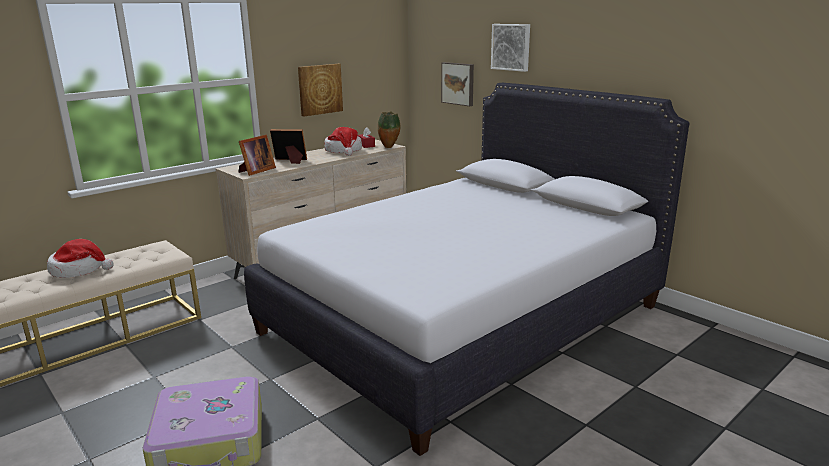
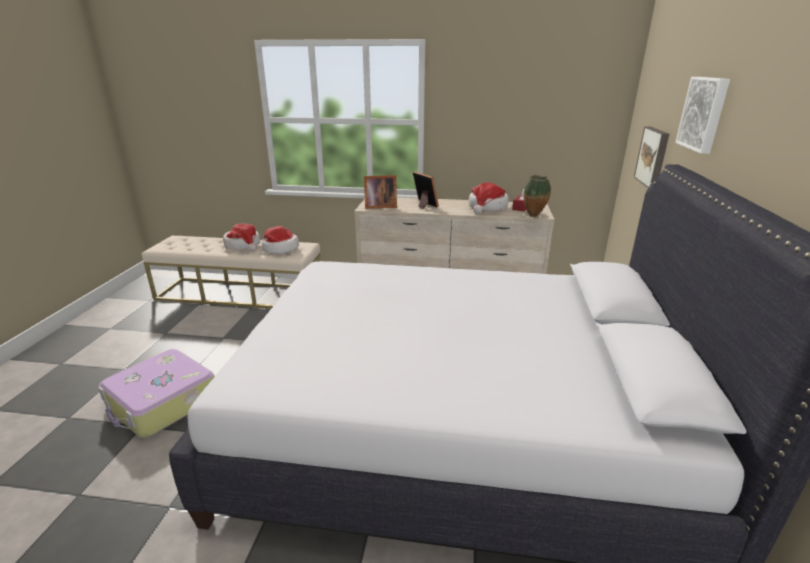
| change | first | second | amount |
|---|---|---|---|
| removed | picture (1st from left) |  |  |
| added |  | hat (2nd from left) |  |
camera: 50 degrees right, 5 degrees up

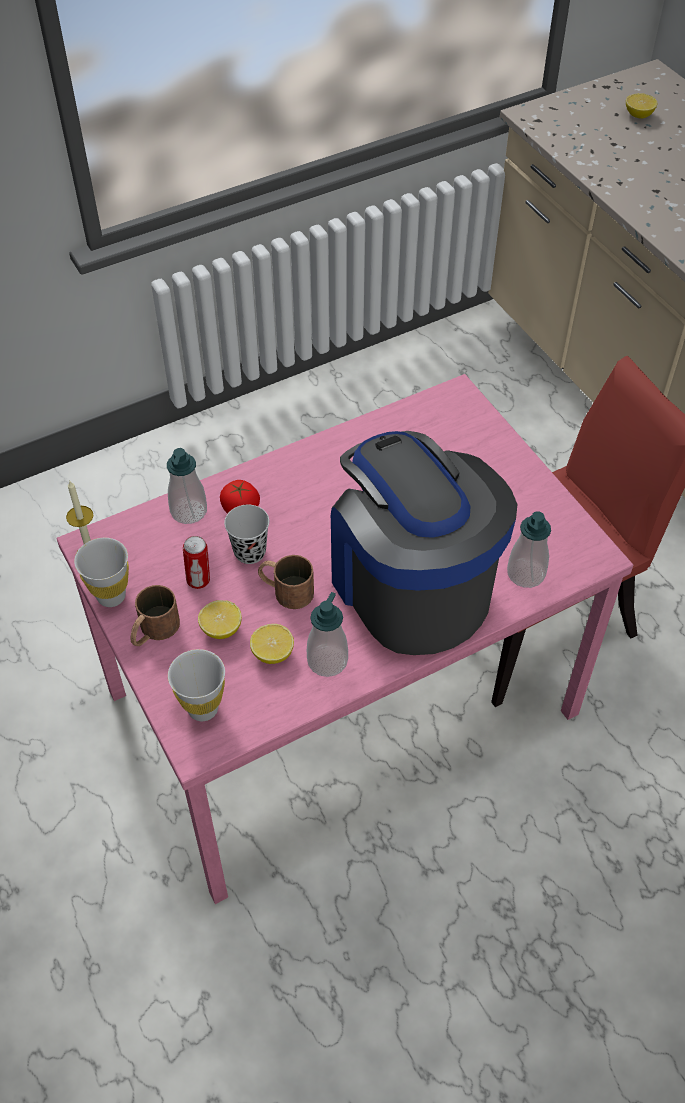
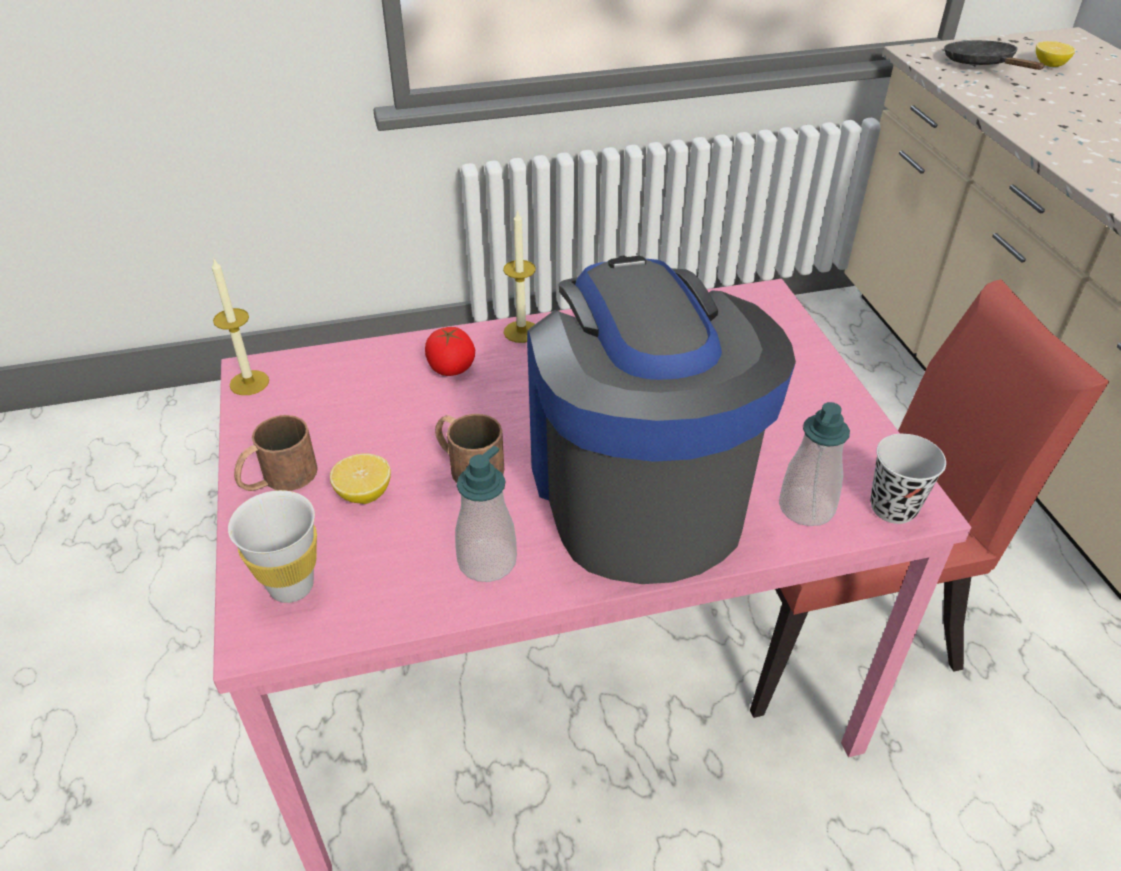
| change | first | second | amount |
|---|---|---|---|
| removed | cup (white) (1st from left) |  |  |
| removed | soap dispenser (1st from left) |  |  |
| removed | can |  |  |
| removed | lemon (2nd from left) |  |  |
| added |  | candle (2nd from left) |  |
| added |  | frying pan (black) |  |
| moved | cup (black) |  |  |
camera: 15 degrees right, 10 degrees down

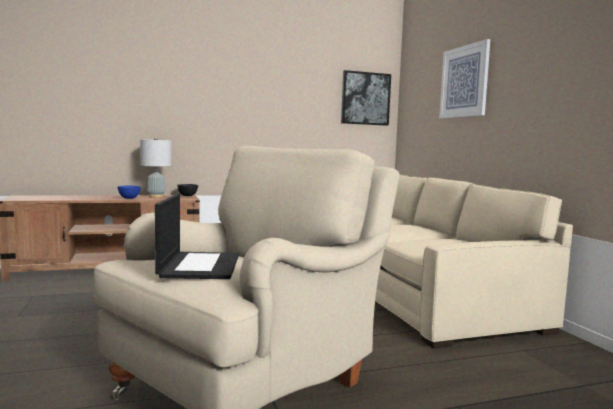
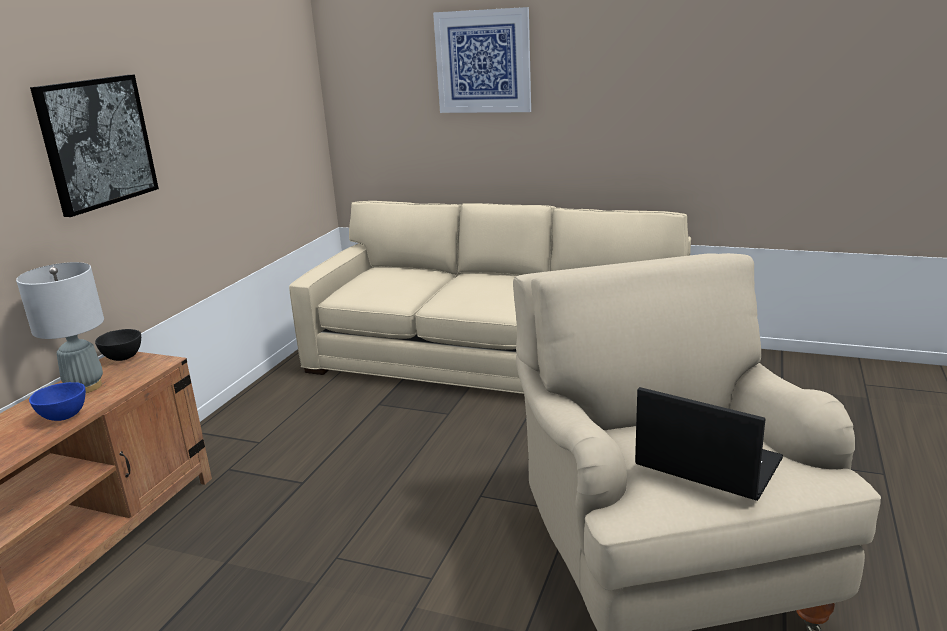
| change | first | second | amount |
|---|---|---|---|
| moved | picture (1st from left) |  |  |
camera: 50 degrees left, 15 degrees up

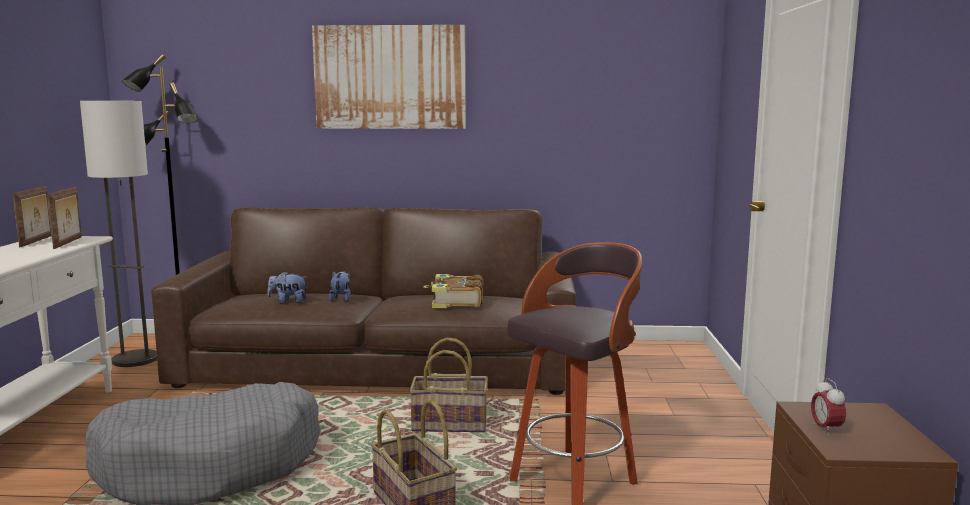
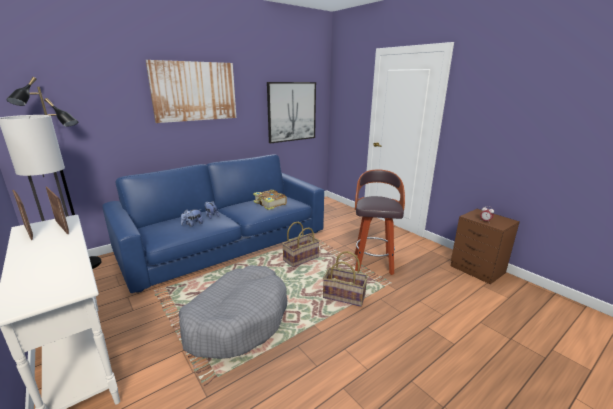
| change | first | second | amount |
|---|---|---|---|
| added |  | picture (2nd from left) |  |
| recoloured | sofa (brown) | sofa (blue) |  |
camera: 40 degrees left, 10 degrees up

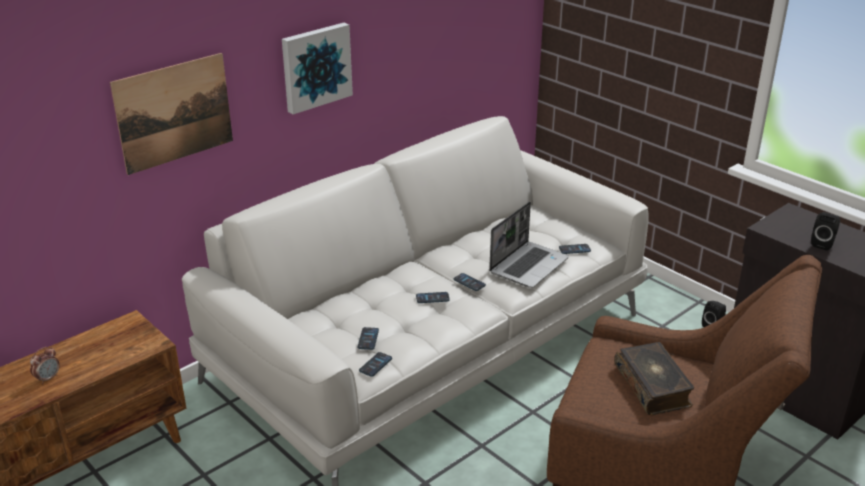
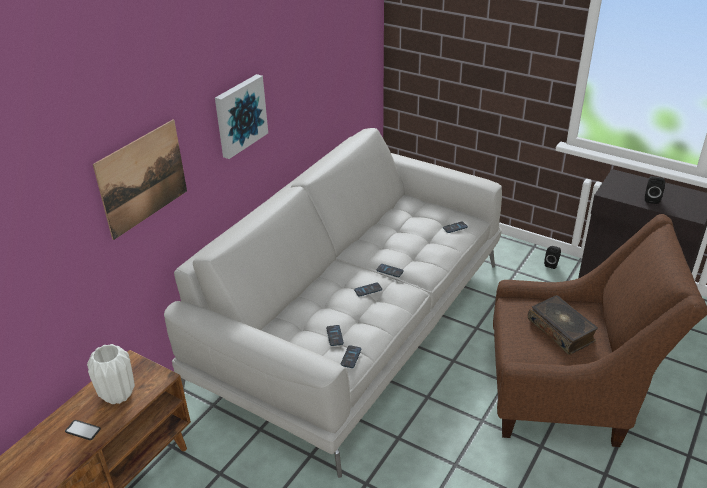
| change | first | second | amount |
|---|---|---|---|
| removed | laptop |  |  |
| added |  | vase (white) |  |
| replaced | alarm clock | phone (1st from left) |  |
camera: 15 degrees left, 5 degrees up

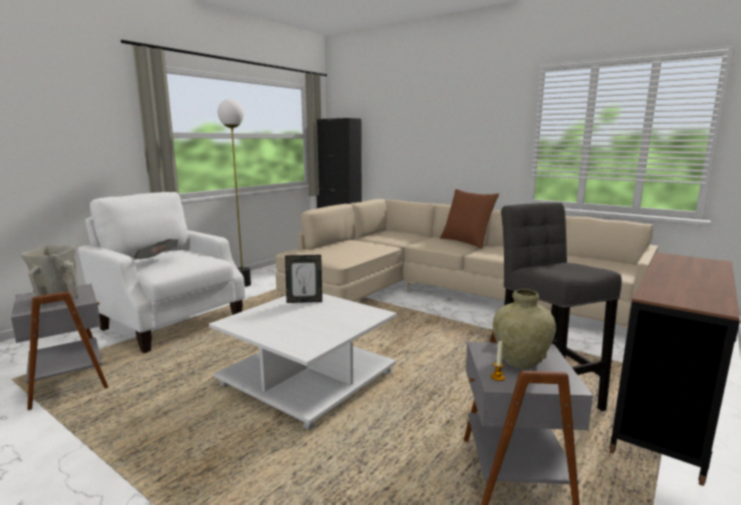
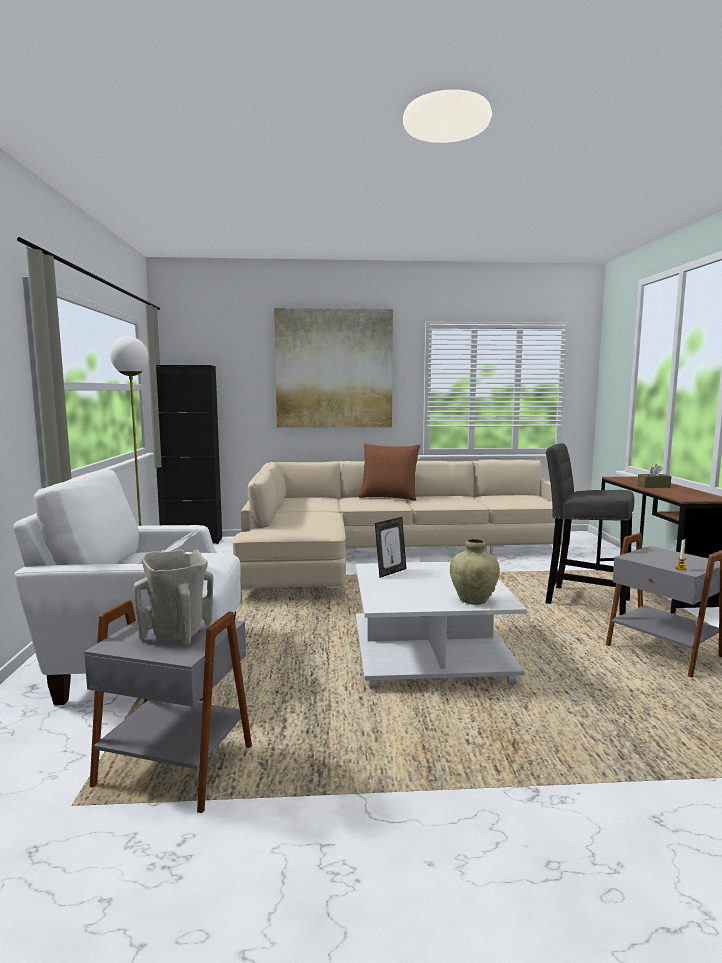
| change | first | second | amount |
|---|---|---|---|
| added |  | picture |  |
| added |  | tissue box (brown) |  |
| moved | vase (beige) (2nd from left) |  |  |
camera: 40 degrees left, 5 degrees down

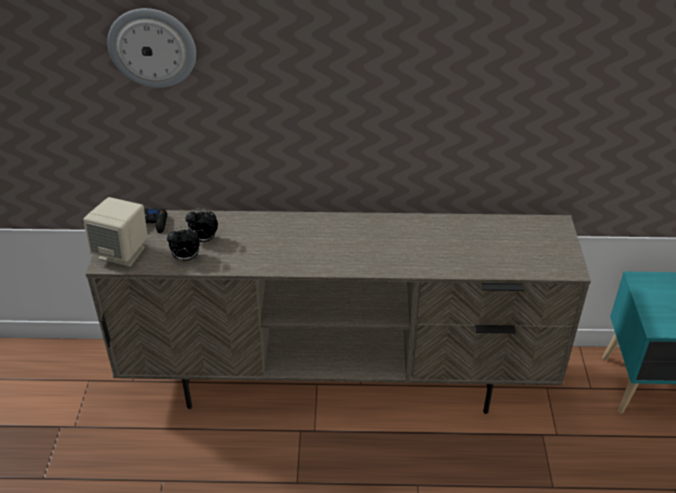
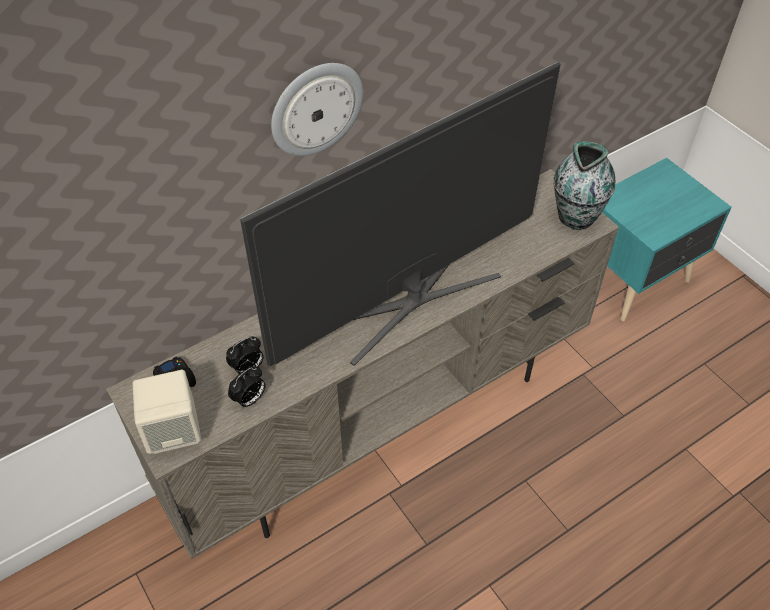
| change | first | second | amount |
|---|---|---|---|
| added |  | television |  |
| added |  | vase |  |
| moved | wall clock |  |  |
camera: 35 degrees left, 10 degrees up

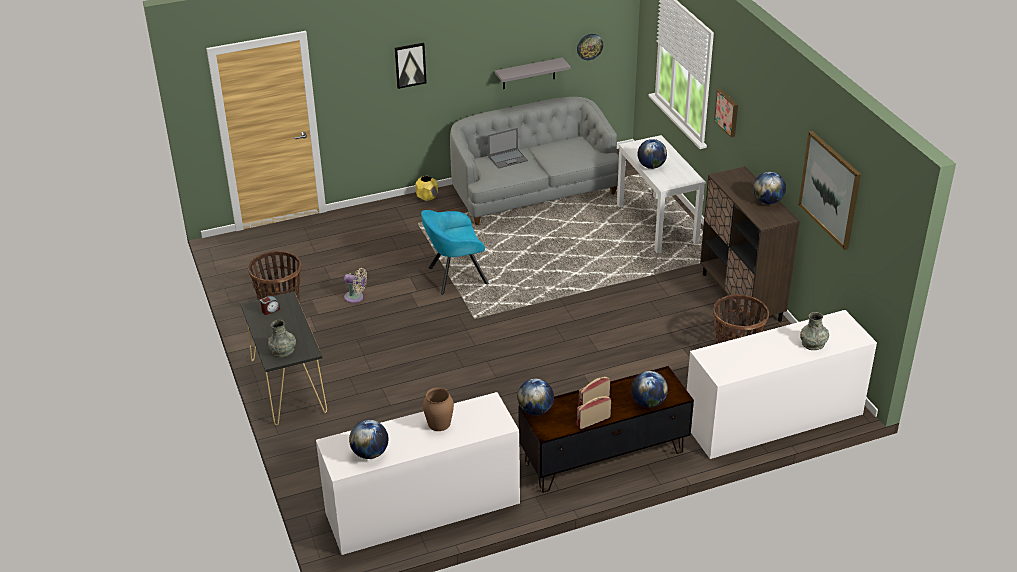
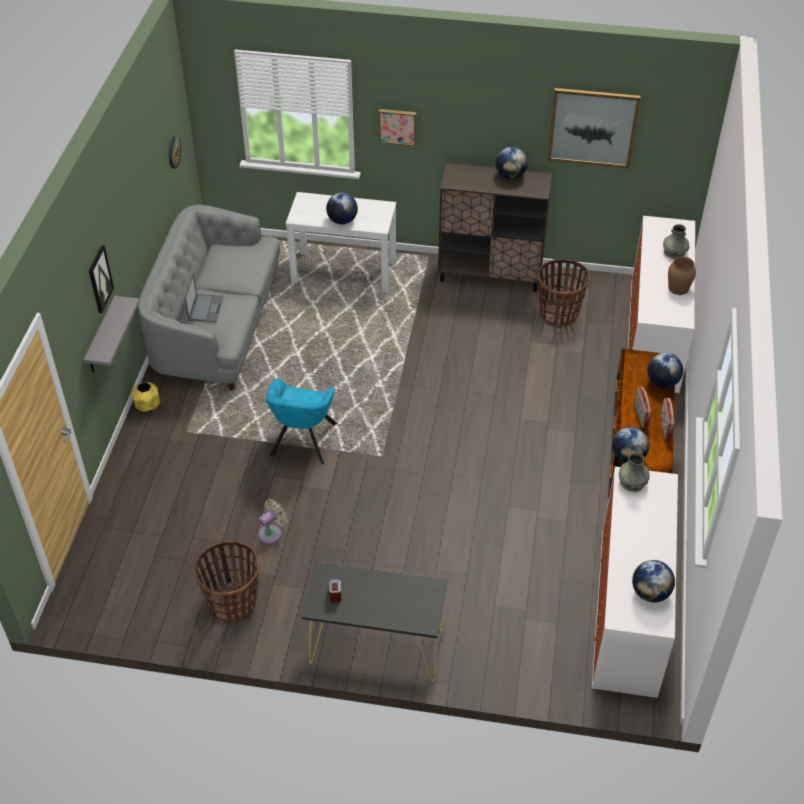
| change | first | second | amount |
|---|---|---|---|
| moved | vase (grey) (1st from left) |  |  |
| moved | vase (brown) |  |  |
| moved | shelf (grey) |  |  |
camera: 60 degrees left, 10 degrees up

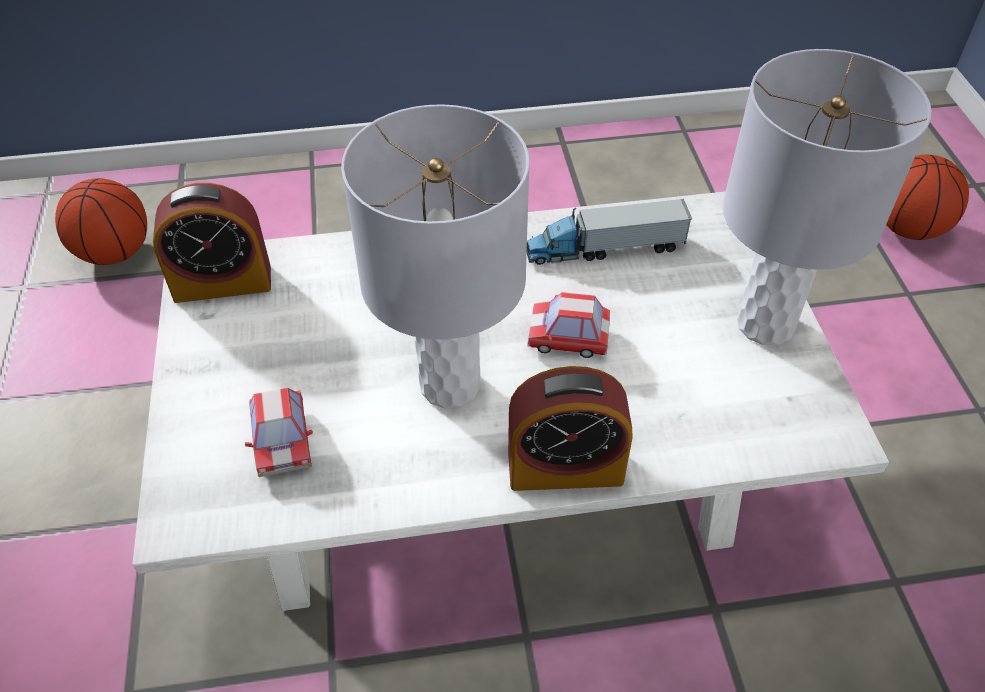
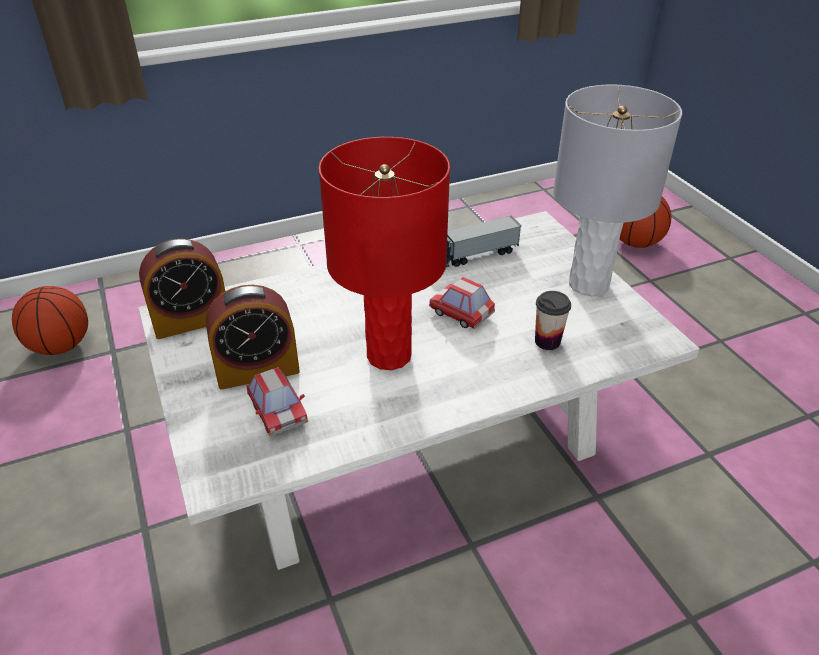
| change | first | second | amount |
|---|---|---|---|
| added |  | cup |  |
| moved | alarm clock (2nd from left) |  |  |
| recoloured | table lamp (grey) (1st from left) | table lamp (red) |  |
| turned | toy car (2nd from left) |  | 45 degrees clockwise |
camera: 15 degrees left, 10 degrees down

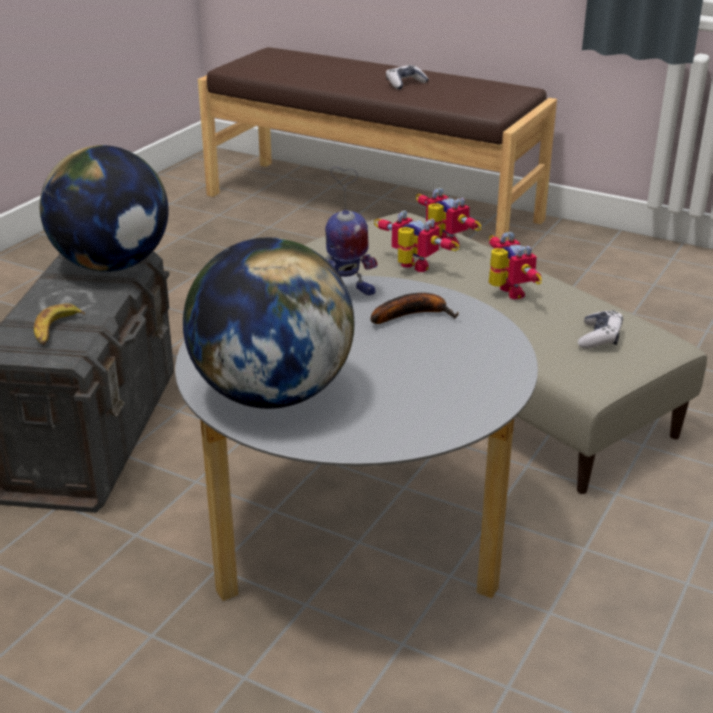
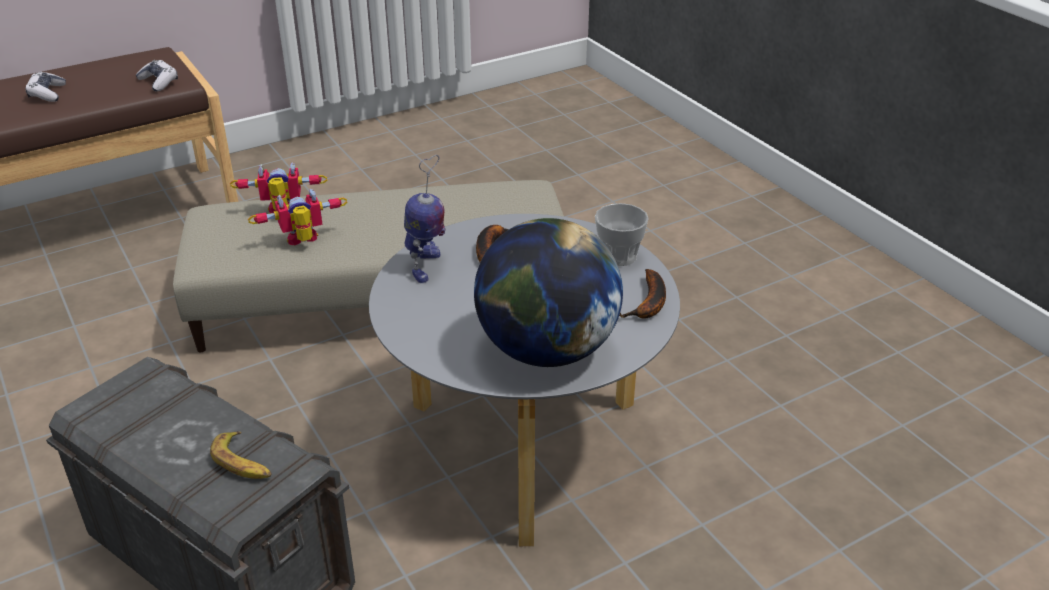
| change | first | second | amount |
|---|---|---|---|
| removed | globe (1st from left) |  |  |
| removed | toy robot (4th from left) |  |  |
| added |  | cup |  |
| added |  | banana (3rd from left) |  |
| moved | game controller (2nd from left) |  |  |
camera: 60 degrees left, 5 degrees up

